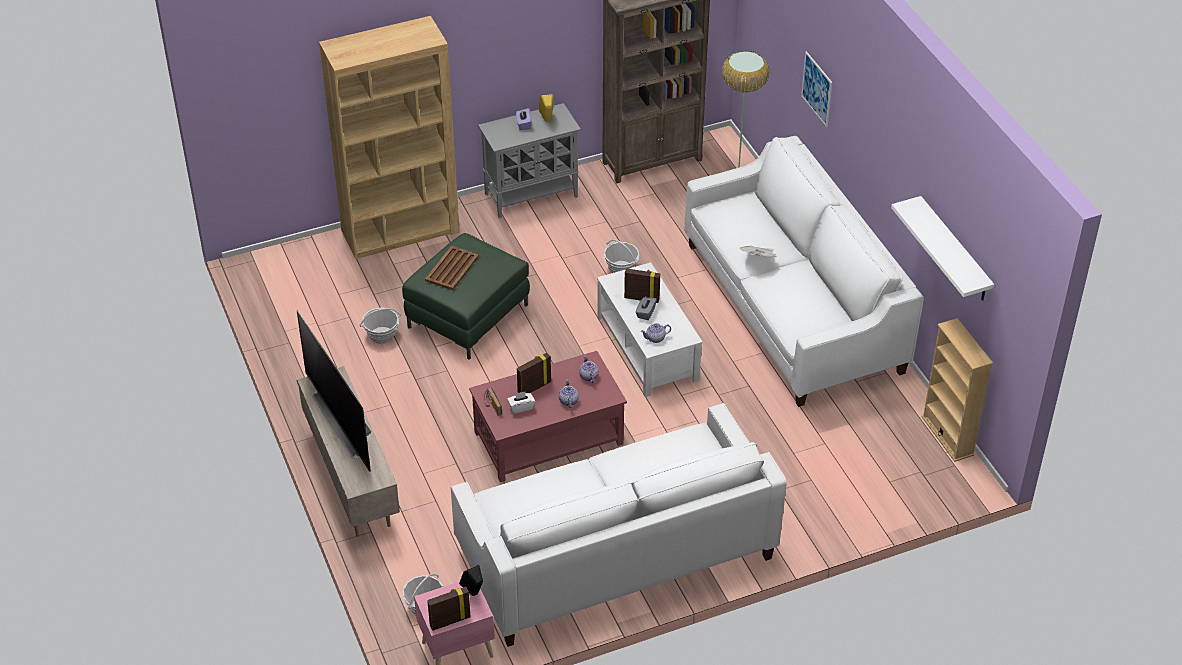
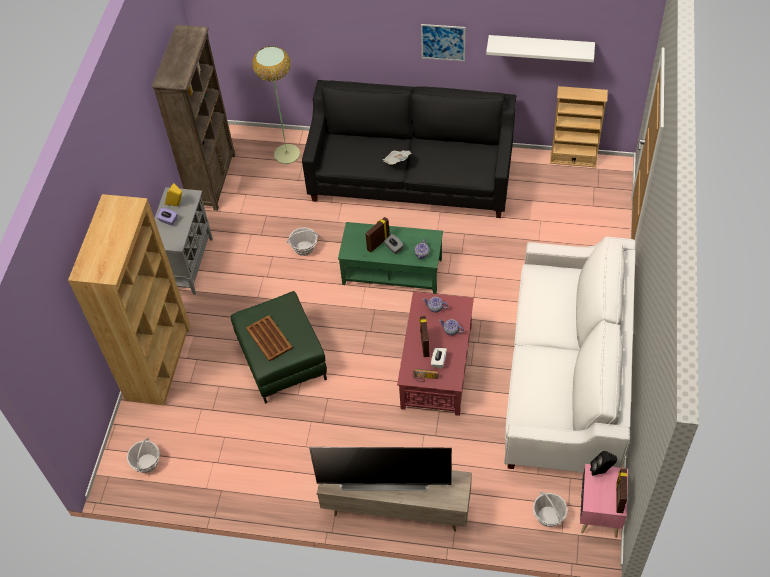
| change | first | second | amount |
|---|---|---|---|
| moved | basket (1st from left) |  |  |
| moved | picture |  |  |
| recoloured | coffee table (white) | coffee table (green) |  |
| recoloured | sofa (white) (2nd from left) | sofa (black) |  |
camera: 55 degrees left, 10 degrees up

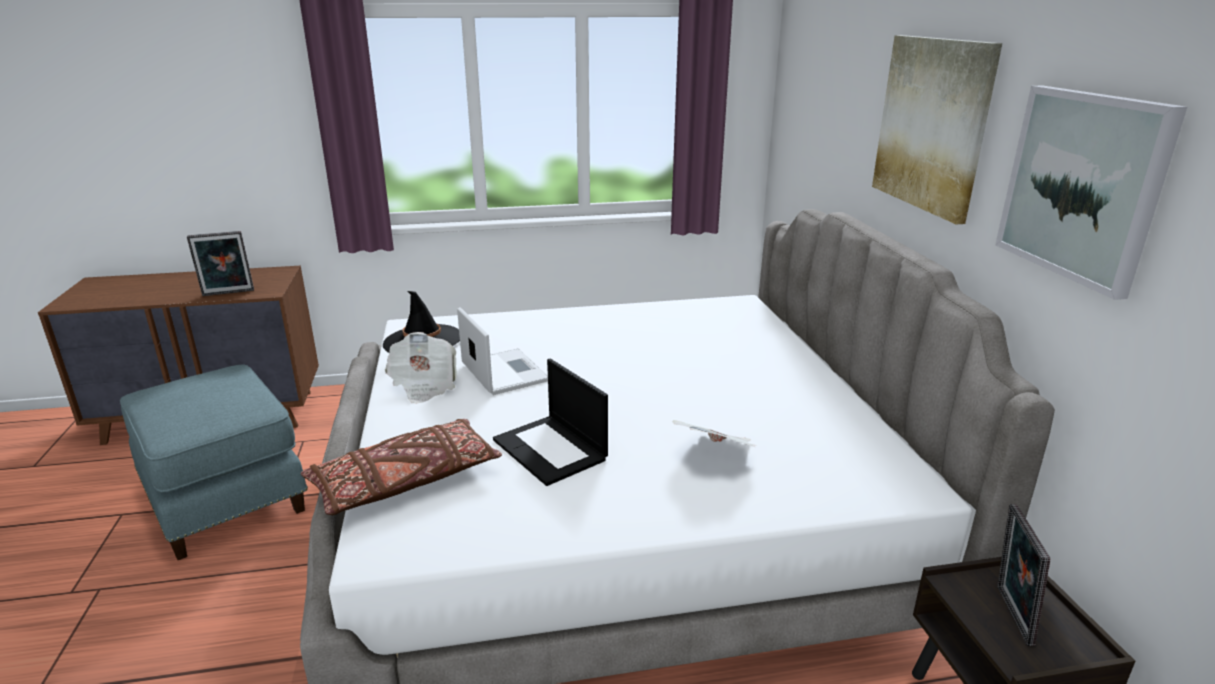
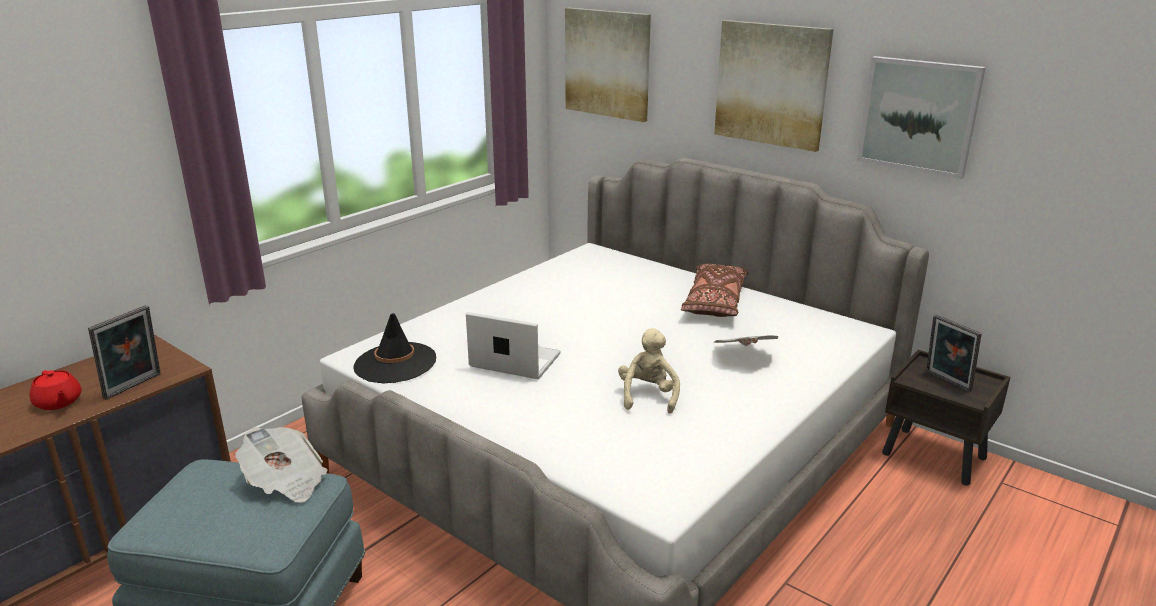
| change | first | second | amount |
|---|---|---|---|
| added |  | teapot (red) |  |
| added |  | picture (1st from left) |  |
| moved | pillow (brown) |  |  |
| moved | newspaper (1st from left) |  |  |
| replaced | laptop (2nd from left) | plush toy (beige) |  |
camera: 40 degrees left, 0 degrees up

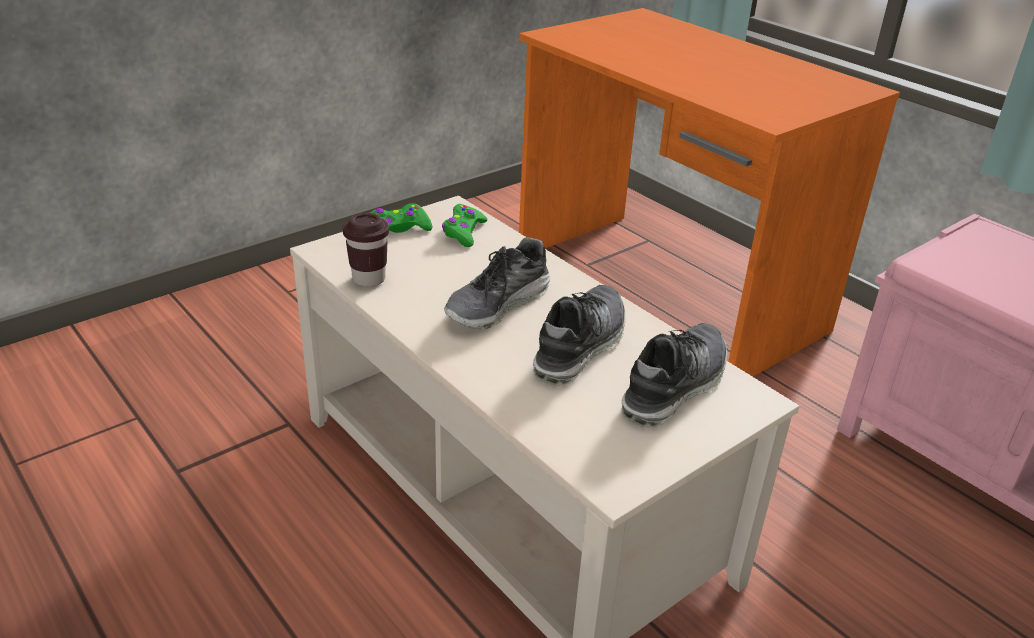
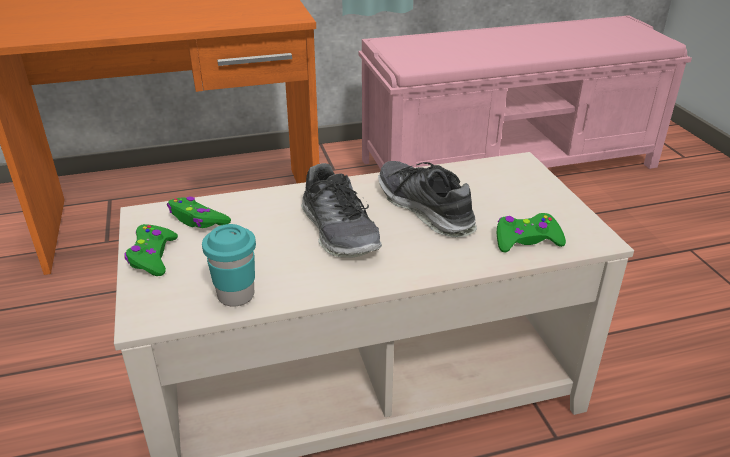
| change | first | second | amount |
|---|---|---|---|
| removed | shoe (3rd from left) |  |  |
| added |  | game controller (green) (3rd from left) |  |
| recoloured | cup (brown) | cup (turquoise) |  |
camera: 65 degrees left, 0 degrees up

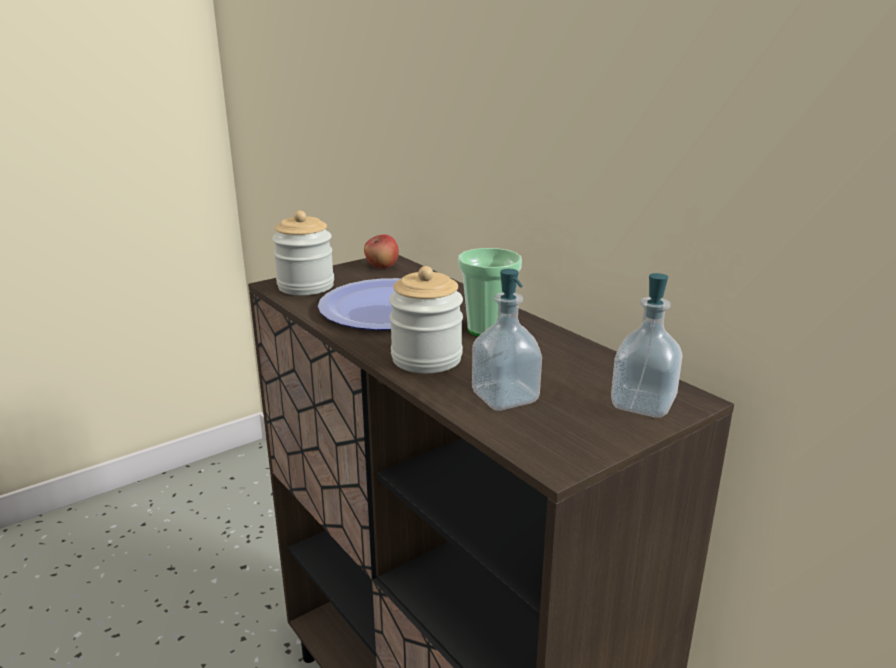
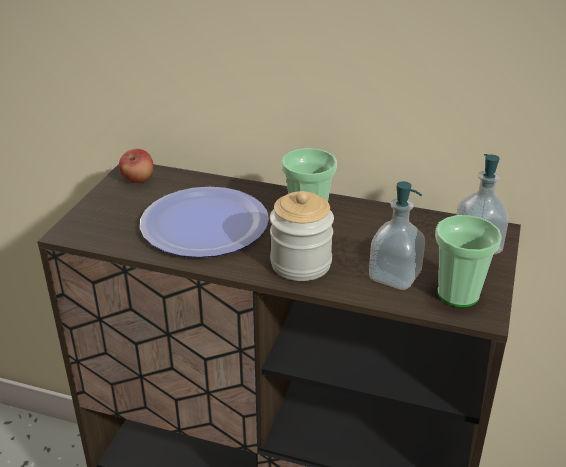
| change | first | second | amount |
|---|---|---|---|
| removed | jar (1st from left) |  |  |
| added |  | cup (2nd from left) |  |
camera: 35 degrees left, 10 degrees up

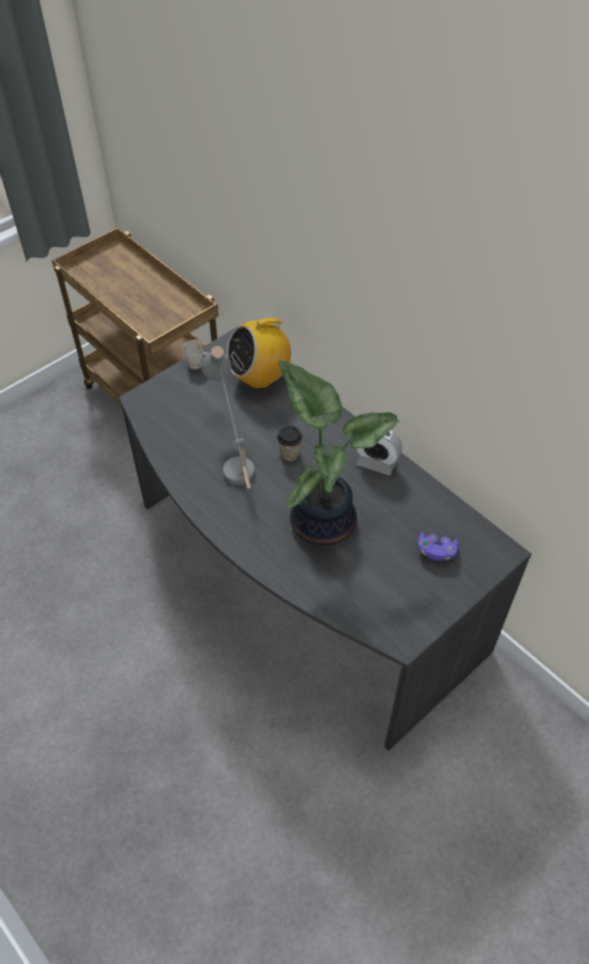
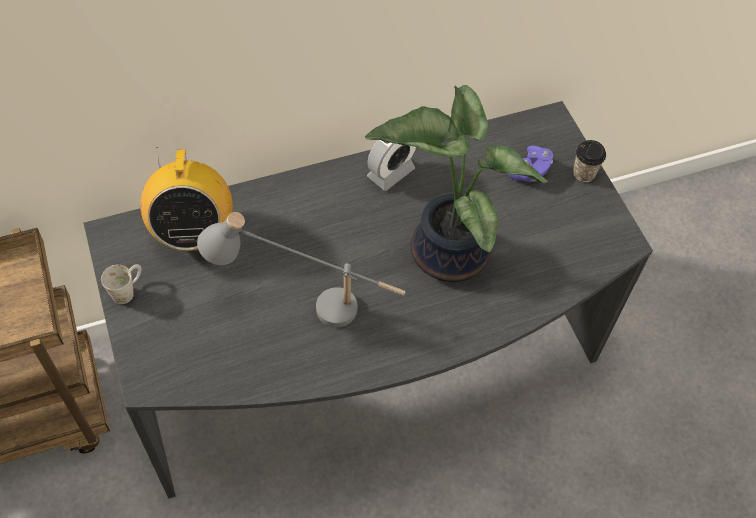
| change | first | second | amount |
|---|---|---|---|
| moved | cup |  |  |
camera: 70 degrees left, 5 degrees up

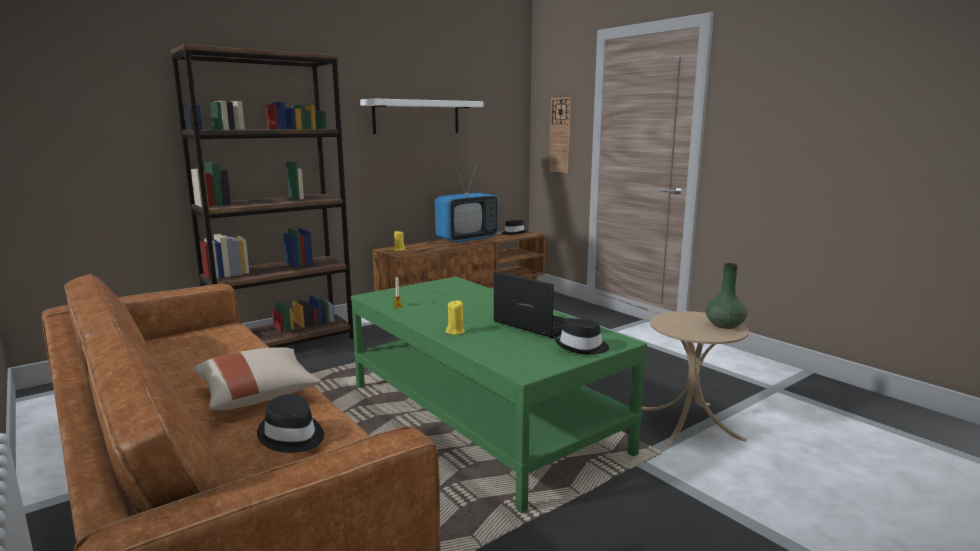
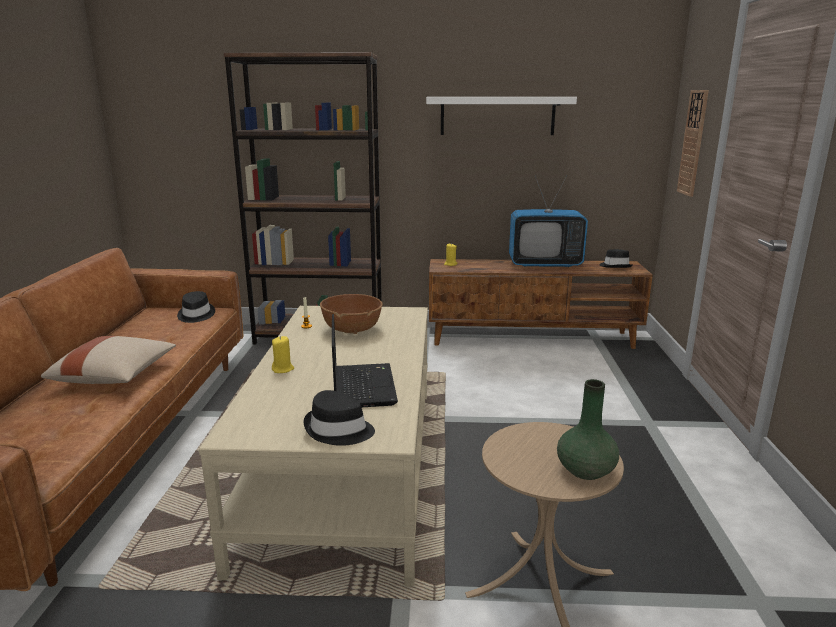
| change | first | second | amount |
|---|---|---|---|
| added |  | bowl (brown) |  |
| moved | hat (black) (1st from left) |  |  |
| recoloured | coffee table (green) | coffee table (beige) |  |
camera: 40 degrees right, 5 degrees up

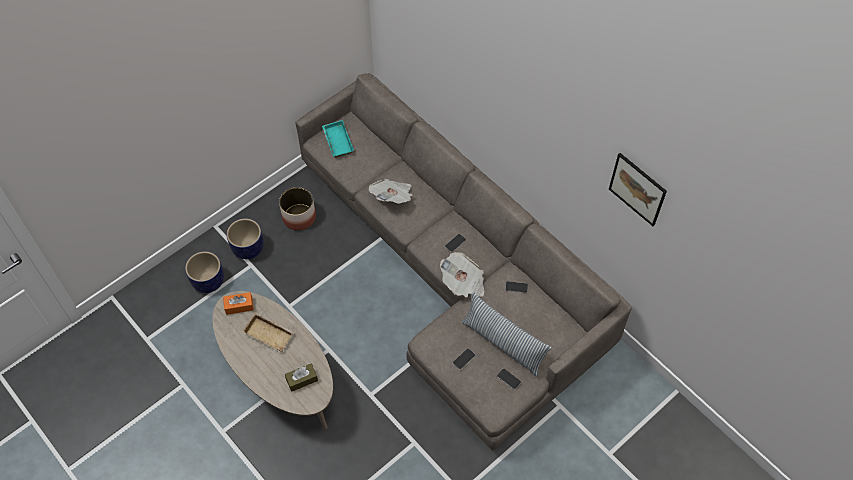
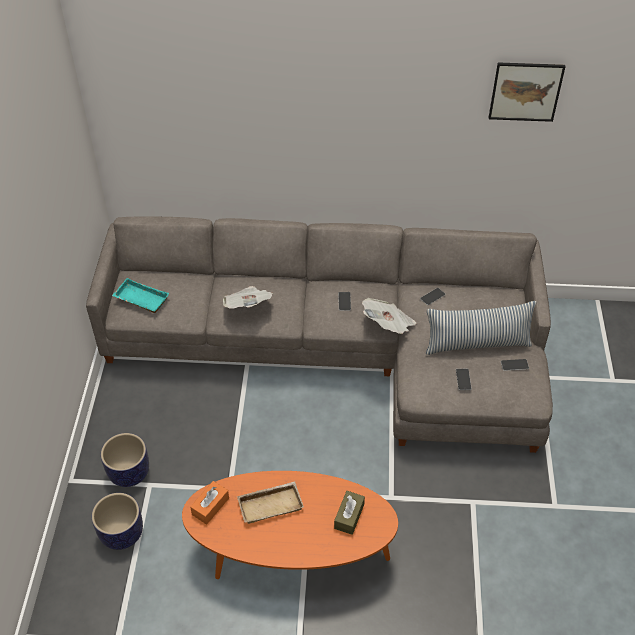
| change | first | second | amount |
|---|---|---|---|
| removed | planter (3rd from left) |  |  |
| recoloured | coffee table (beige) | coffee table (orange) |  |
camera: 45 degrees left, 10 degrees down

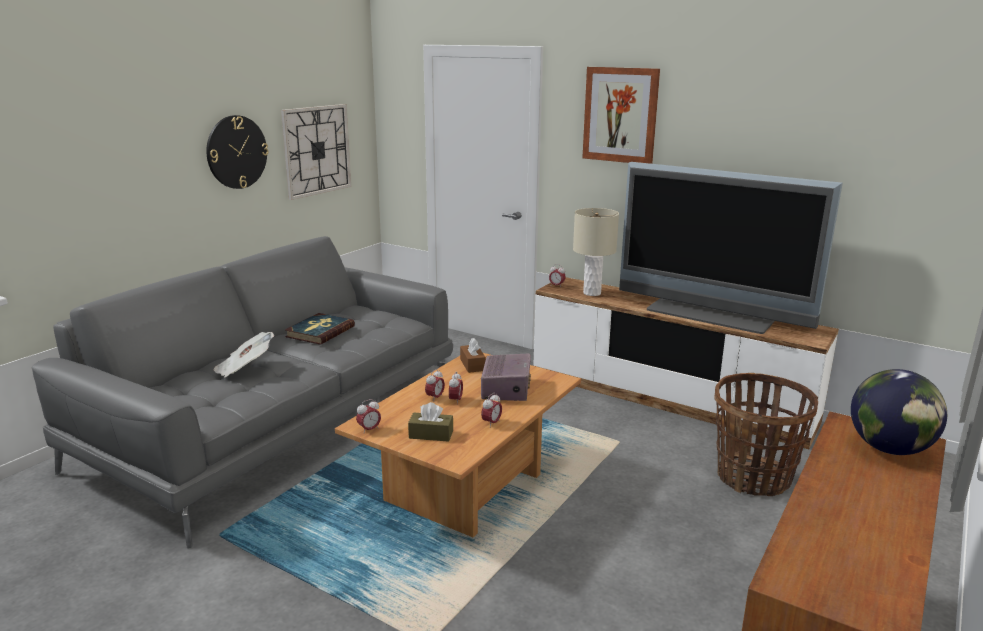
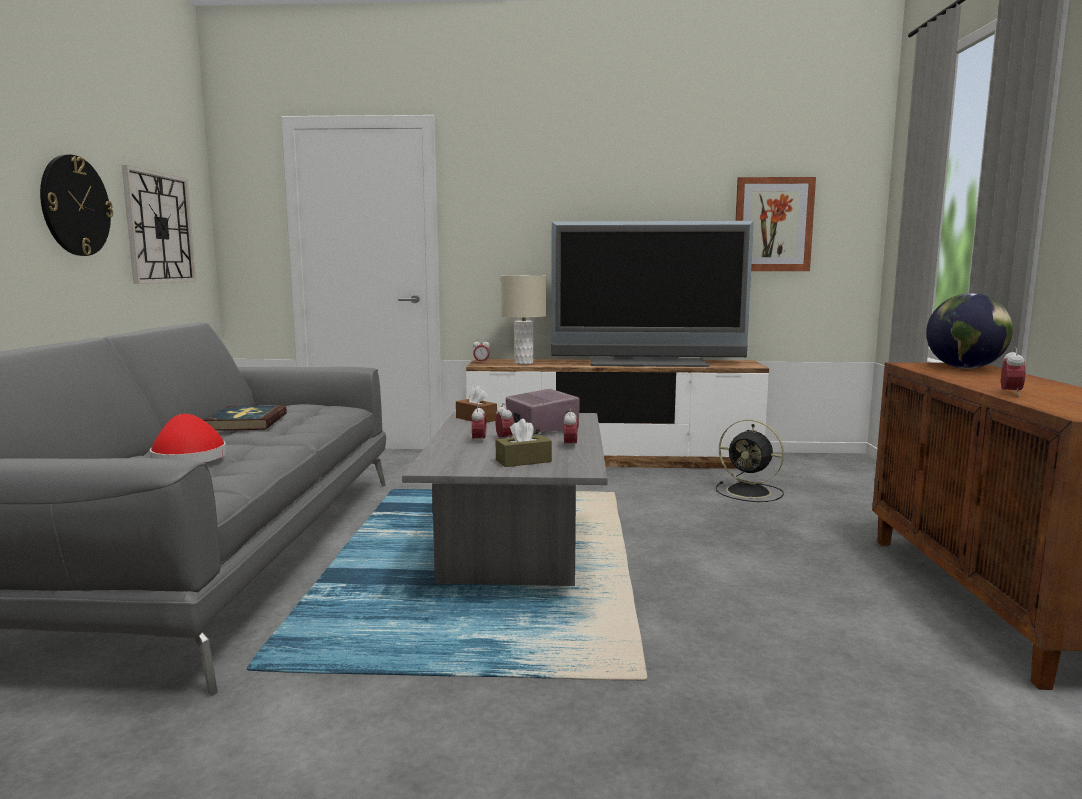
| change | first | second | amount |
|---|---|---|---|
| moved | alarm clock (1st from left in the first image) | alarm clock (5th from left) |  |
| moved | picture |  |  |
| replaced | newspaper | hat (red) |  |
| replaced | basket | fan (black) |  |
| recoloured | coffee table (brown) | coffee table (grey) |  |
camera: 30 degrees left, 10 degrees down

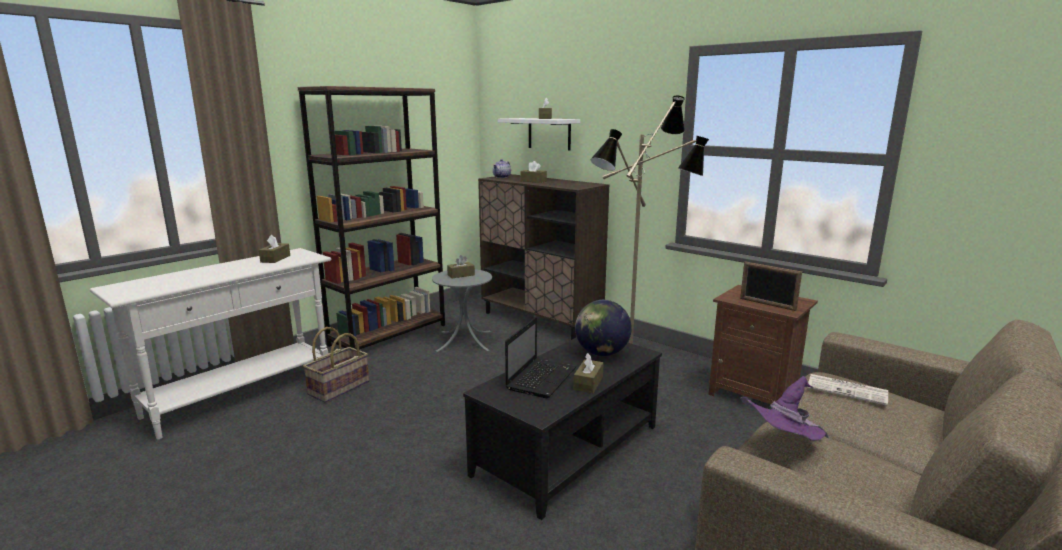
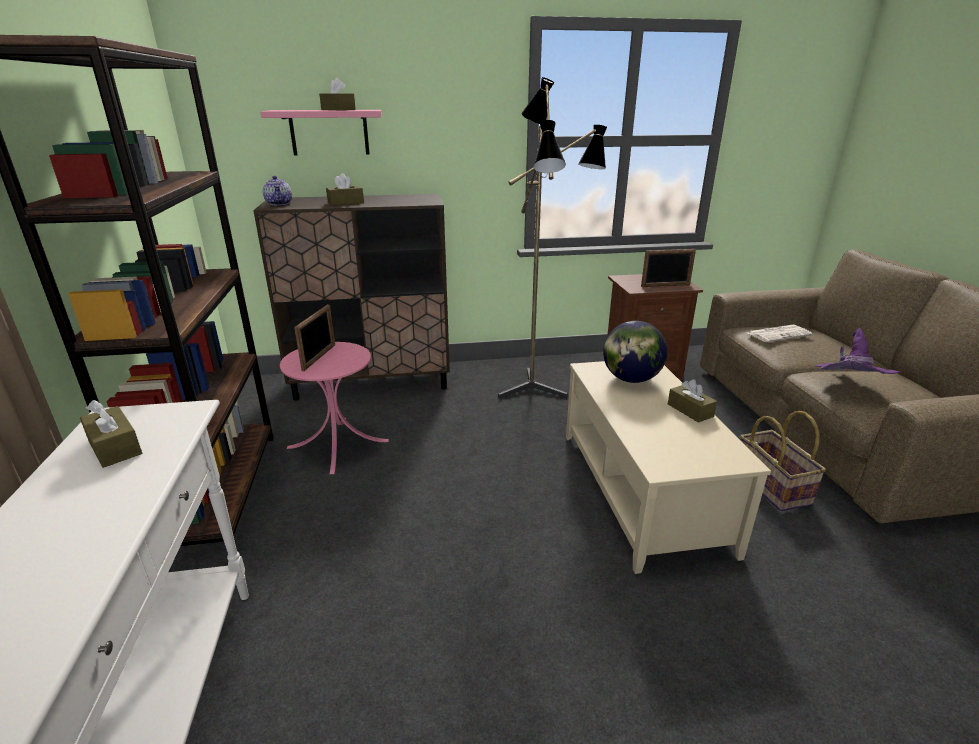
| change | first | second | amount |
|---|---|---|---|
| removed | laptop |  |  |
| moved | basket |  |  |
| replaced | tissue box (brown) (2nd from left) | picture frame (1st from left) |  |
| recoloured | side table (grey) | side table (pink) |  |
| recoloured | coffee table (black) | coffee table (beige) |  |
| recoloured | shelf (white) | shelf (pink) |  |
camera: 50 degrees left, 10 degrees up

